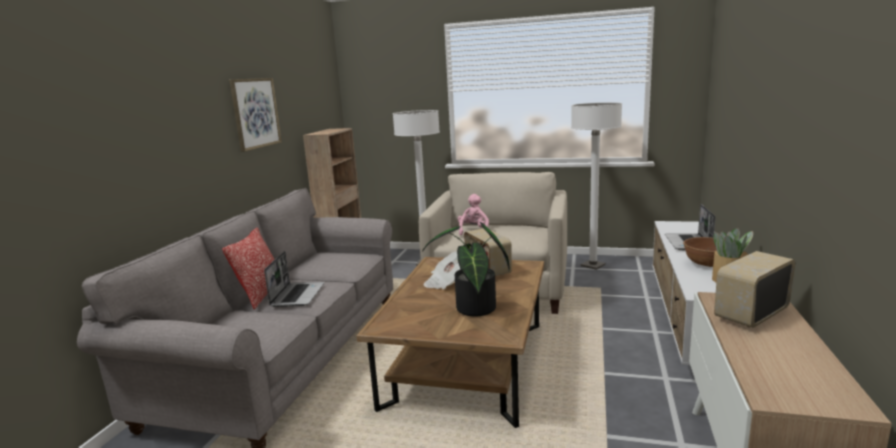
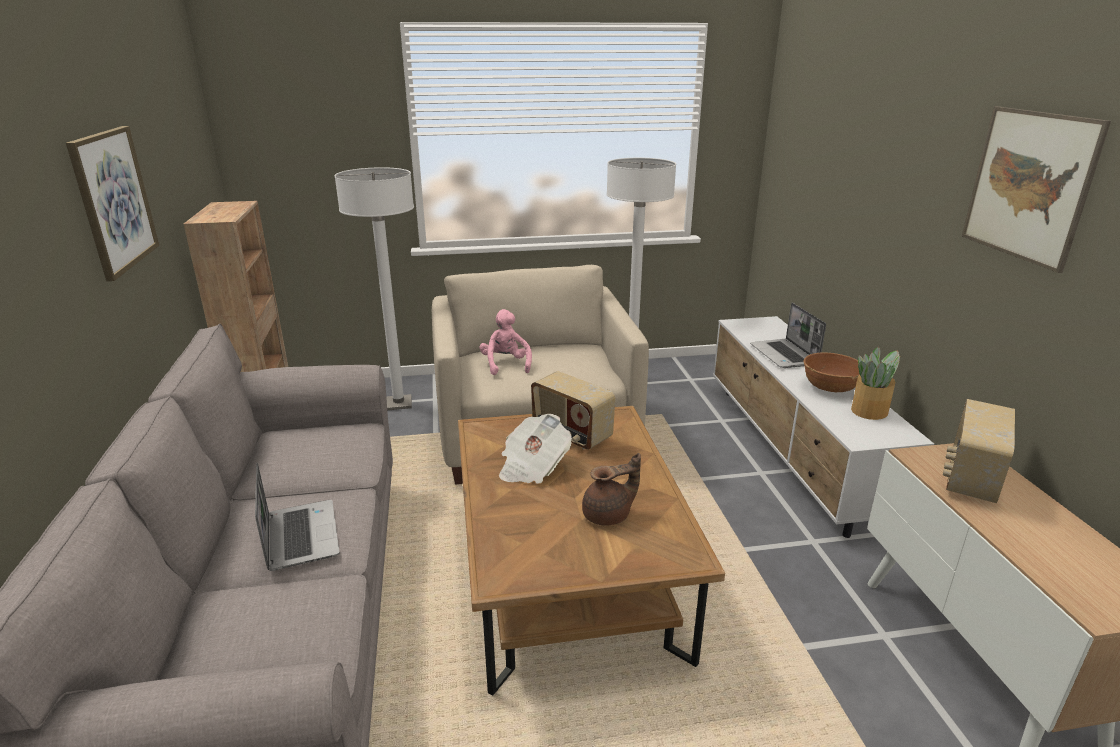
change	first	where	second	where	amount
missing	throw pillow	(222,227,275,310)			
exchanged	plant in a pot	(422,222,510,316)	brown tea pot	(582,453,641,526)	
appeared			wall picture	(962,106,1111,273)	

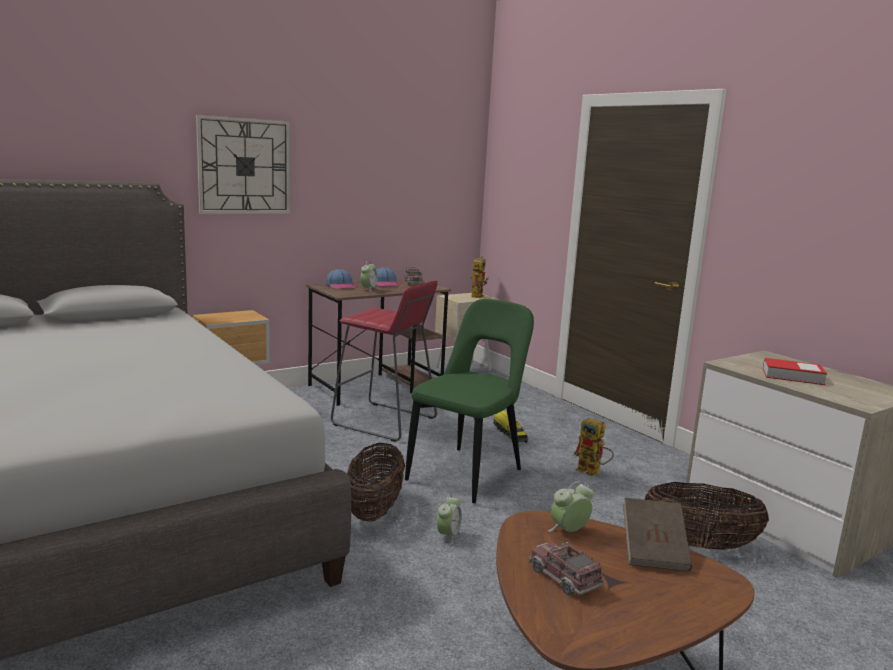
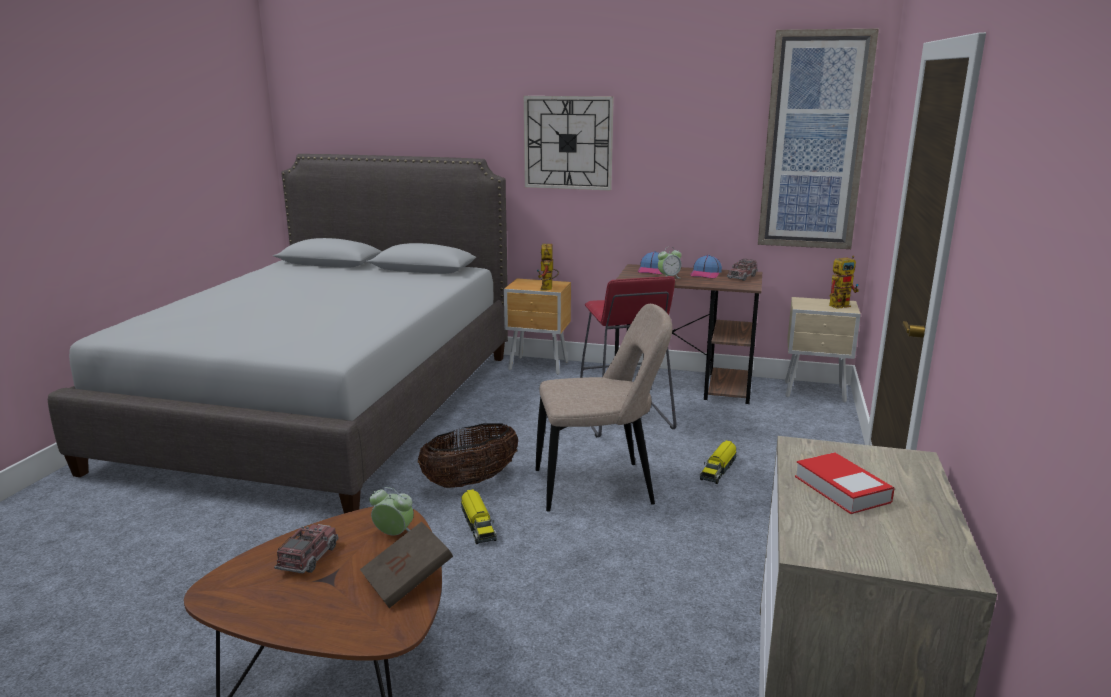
change	first	where	second	where	amount
colour	green-coloured upright chair	(405,299,534,503)	beige upright chair	(536,304,672,512)	
exchanged	alarm clock	(437,495,462,545)	toy truck	(461,489,497,544)	
relocated	toy robot	(573,418,614,476)		(537,244,559,291)	
missing	household basket	(644,482,769,550)			
appeared			wall picture	(758,29,879,249)	

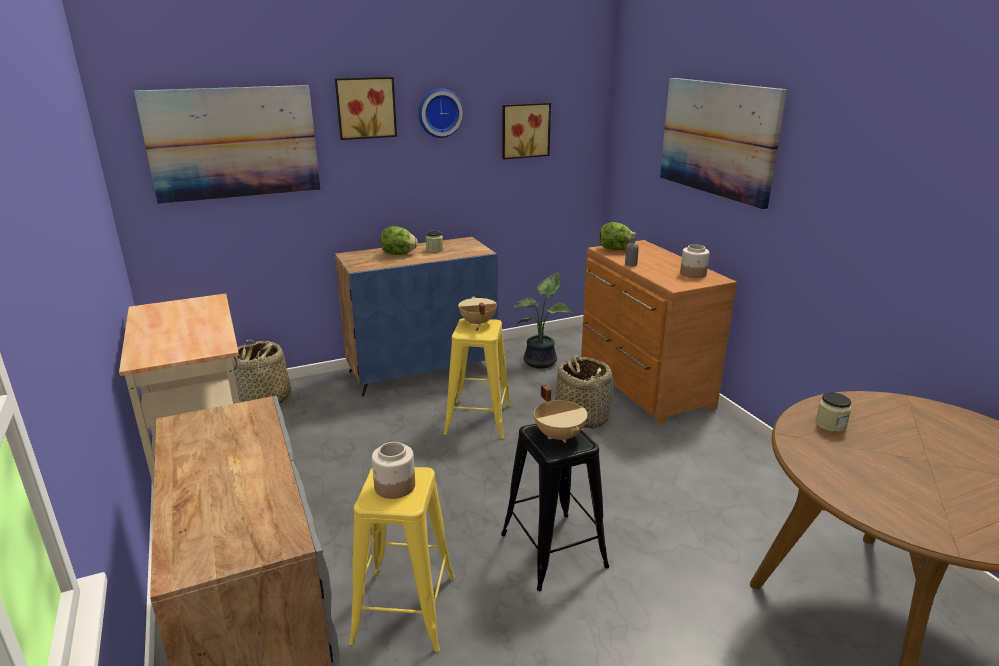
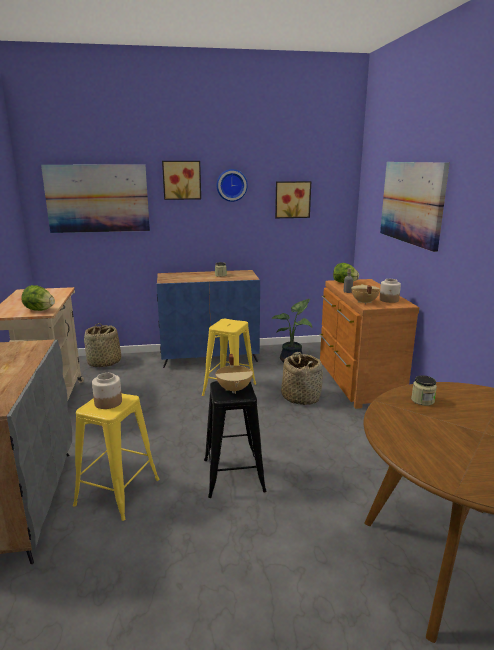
change	first	where	second	where	amount
relocated	lettuce	(381,226,418,255)		(21,285,55,311)	
relocated	beige stockpot	(458,296,497,326)		(351,284,380,304)	

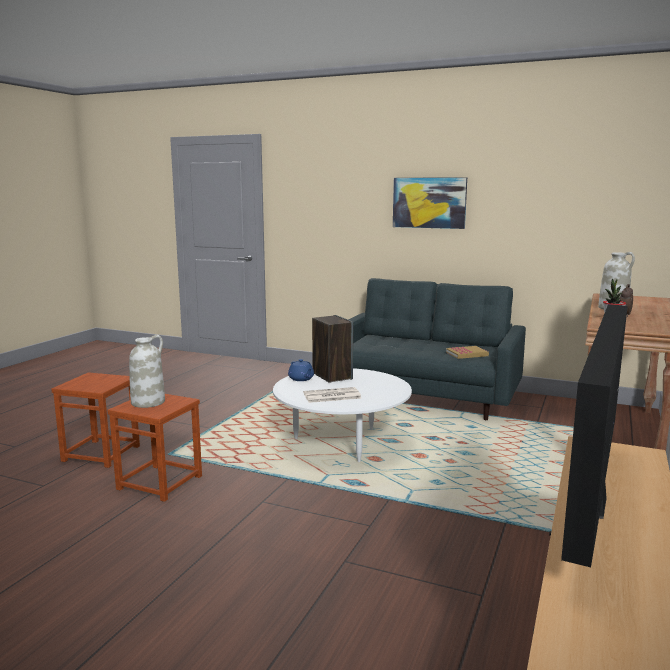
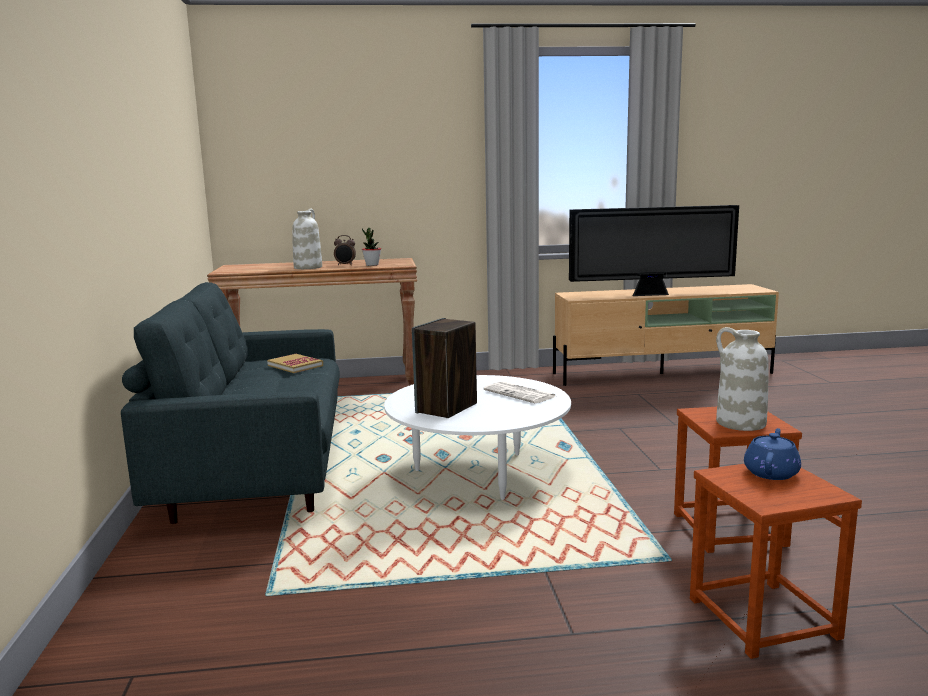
change	first	where	second	where	amount
relocated	blue tea pot	(288,359,314,381)		(744,428,801,480)	
missing	wall picture	(393,177,467,229)			

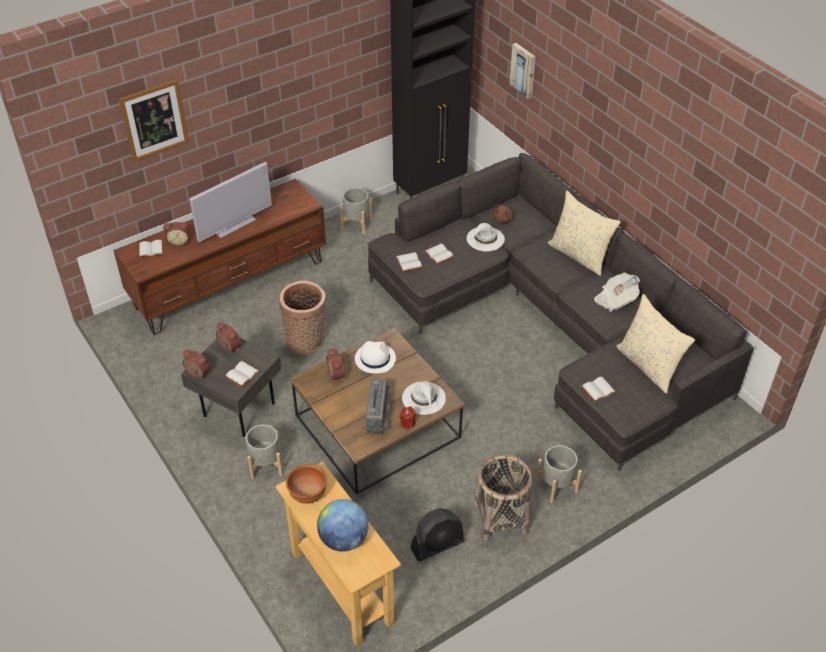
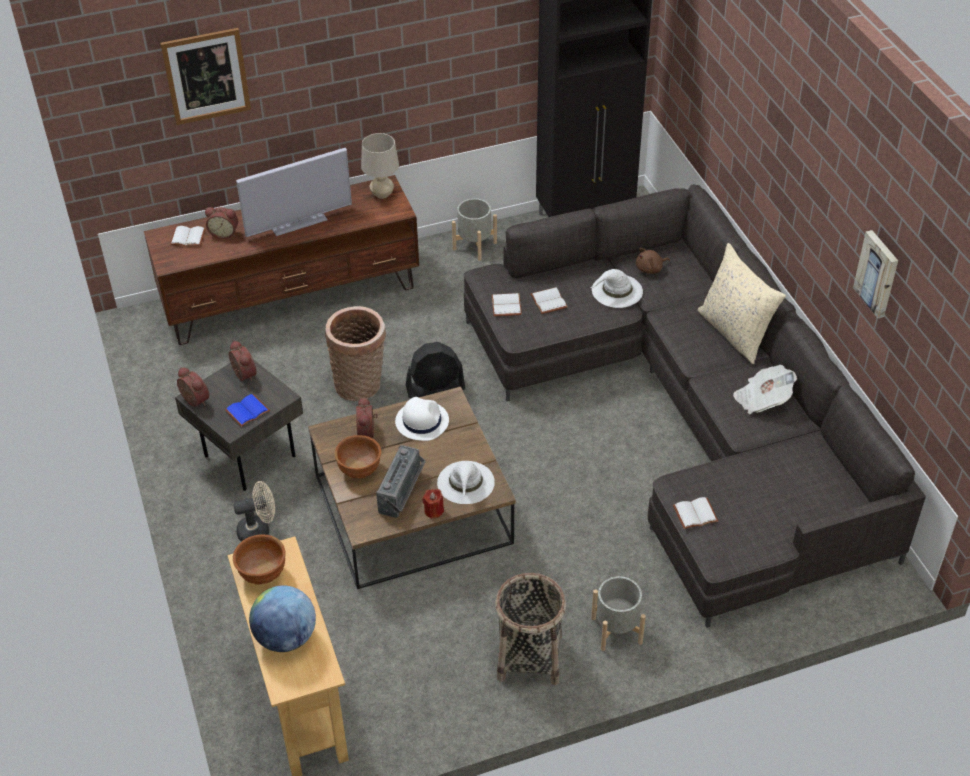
change	first	where	second	where	amount
colour	white-coloured bound book	(224,361,260,387)	blue bound book	(225,394,270,427)	
exchanged	grey plant pot	(246,424,283,479)	beige electric fan	(233,481,275,542)	
relocated	black electric fan	(410,508,465,561)		(406,342,465,398)	
relocated	wall picture	(509,43,536,99)		(853,230,898,318)	
missing	beige throw pillow	(617,294,695,393)			
appeared			brown deep dish	(335,435,381,478)	
appeared			beige table lamp	(361,133,399,199)	

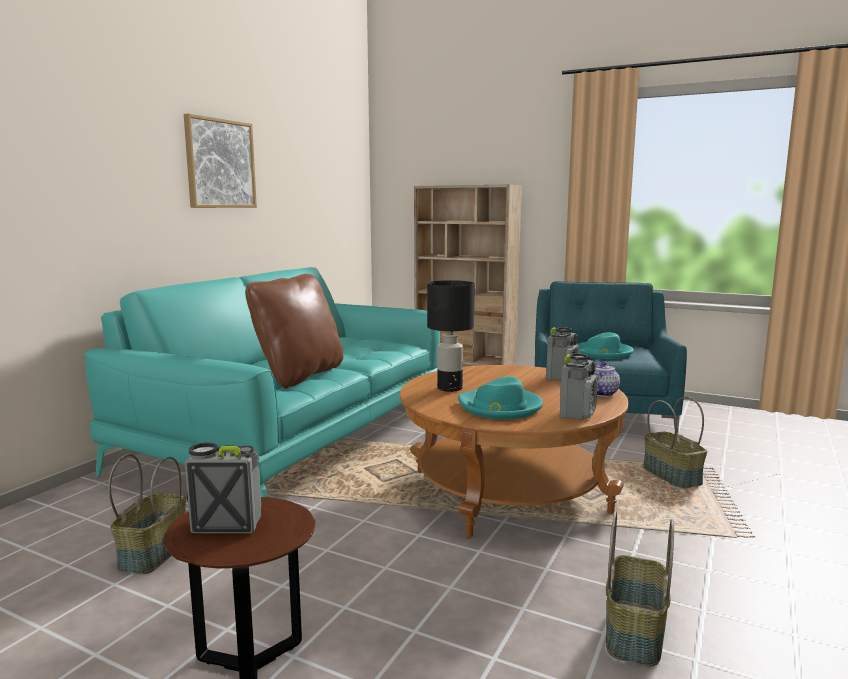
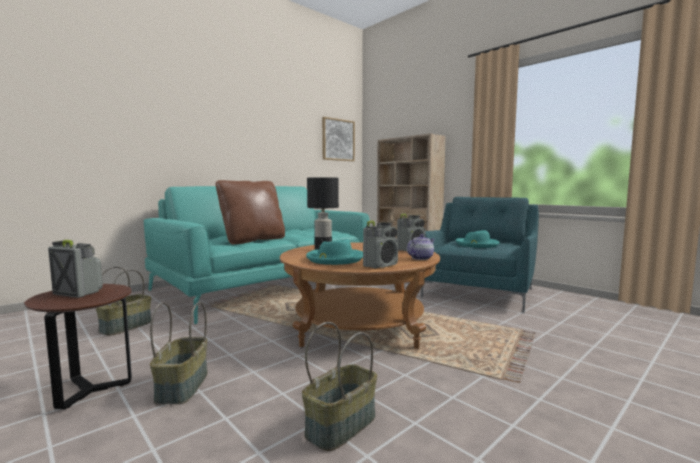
change	first	where	second	where	amount
relocated	wall picture	(184,114,257,208)		(322,117,355,161)	
relocated	household basket	(643,397,707,488)		(150,302,207,405)	

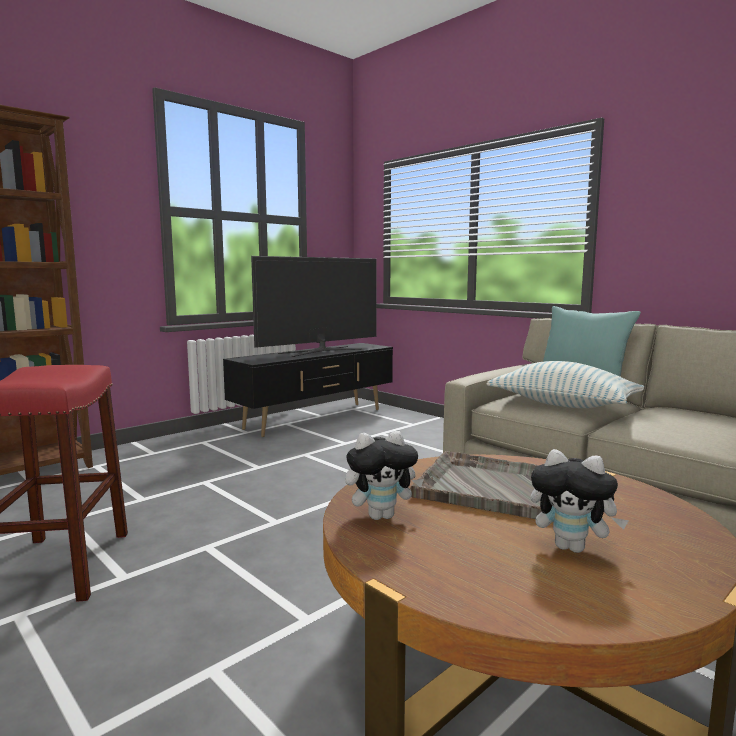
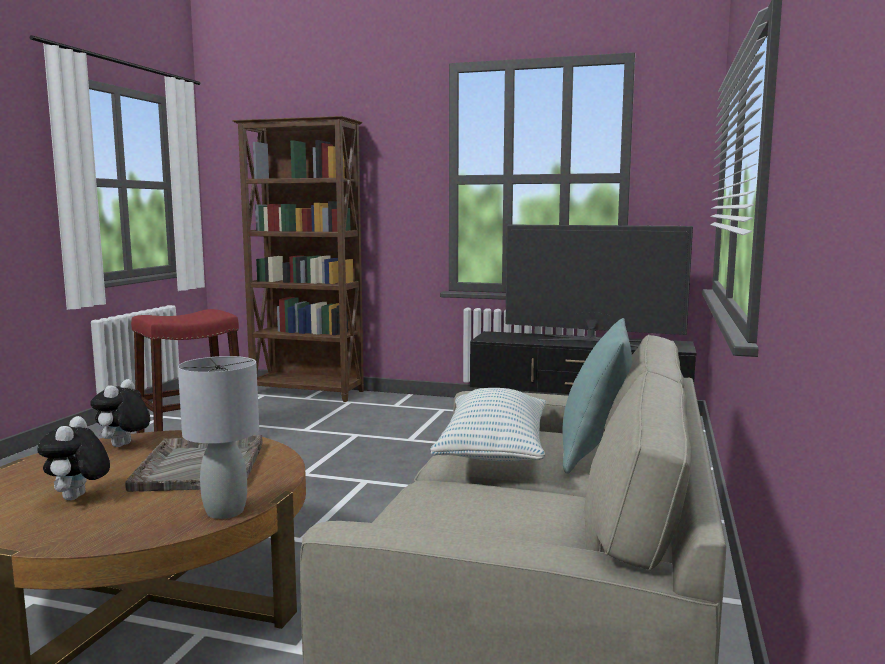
change	first	where	second	where	amount
spun	plush toy	(345,431,424,520)		(90,379,150,447)	60 degrees clockwise
appeared			grey table lamp	(178,356,259,519)	

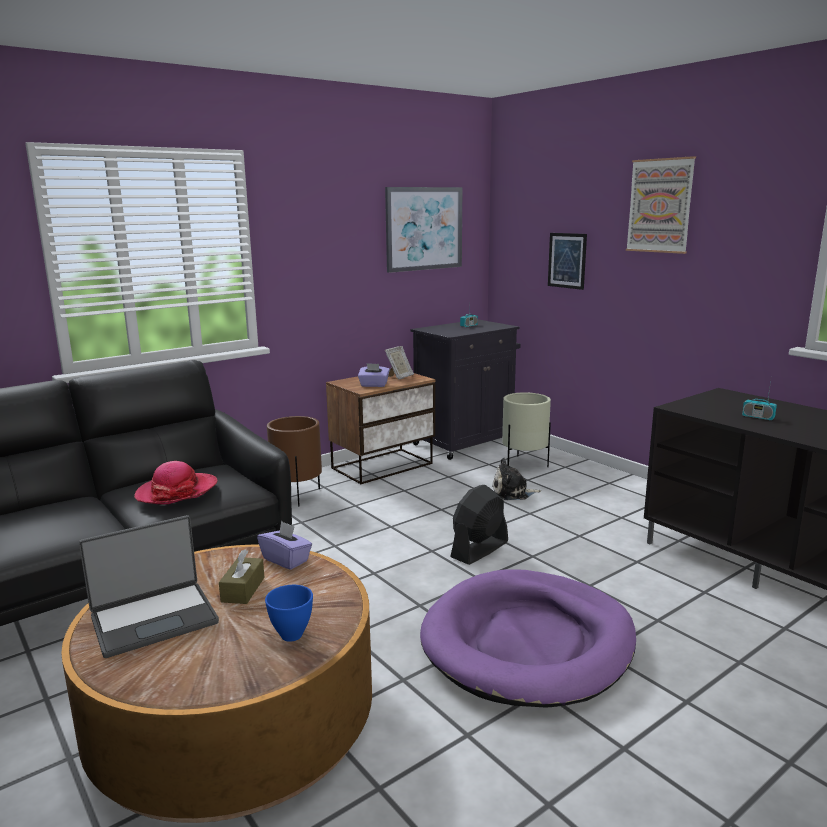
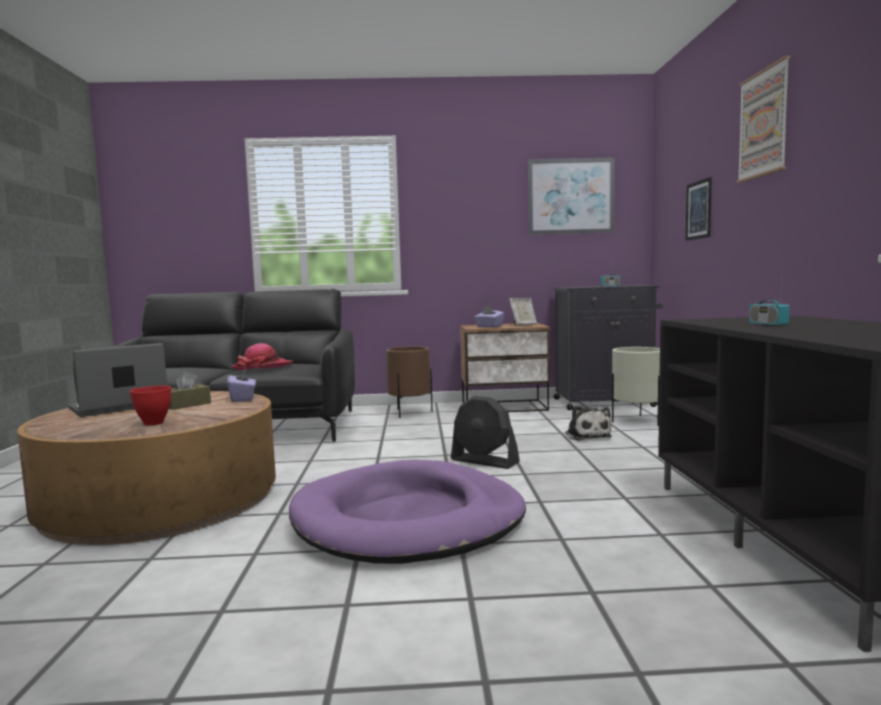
change	first	where	second	where	amount
spun	laptop	(79,515,219,658)		(68,343,167,417)	135 degrees clockwise
colour	blue deep dish	(265,585,313,642)	reddish deep dish	(130,386,172,426)	
spun	black electric fan	(450,485,508,565)		(451,396,520,469)	135 degrees counterclockwise
spun	plush toy	(492,458,541,500)		(565,406,612,441)	135 degrees counterclockwise

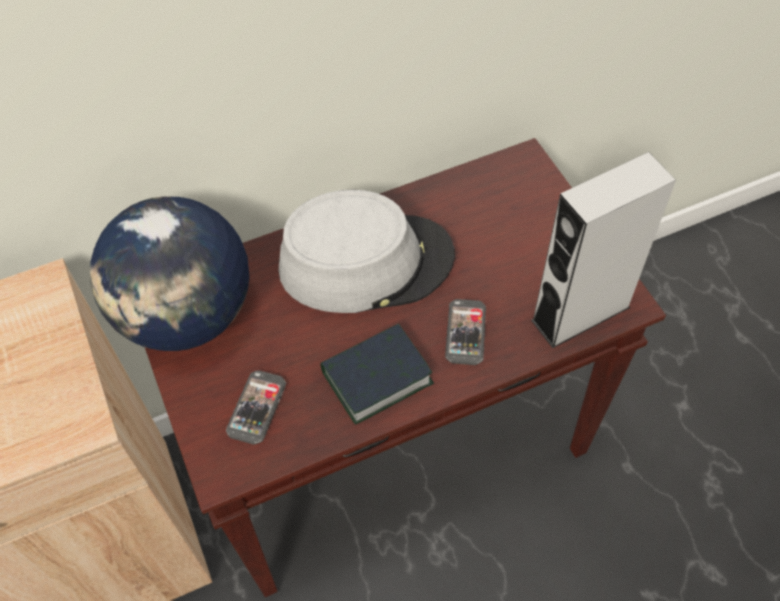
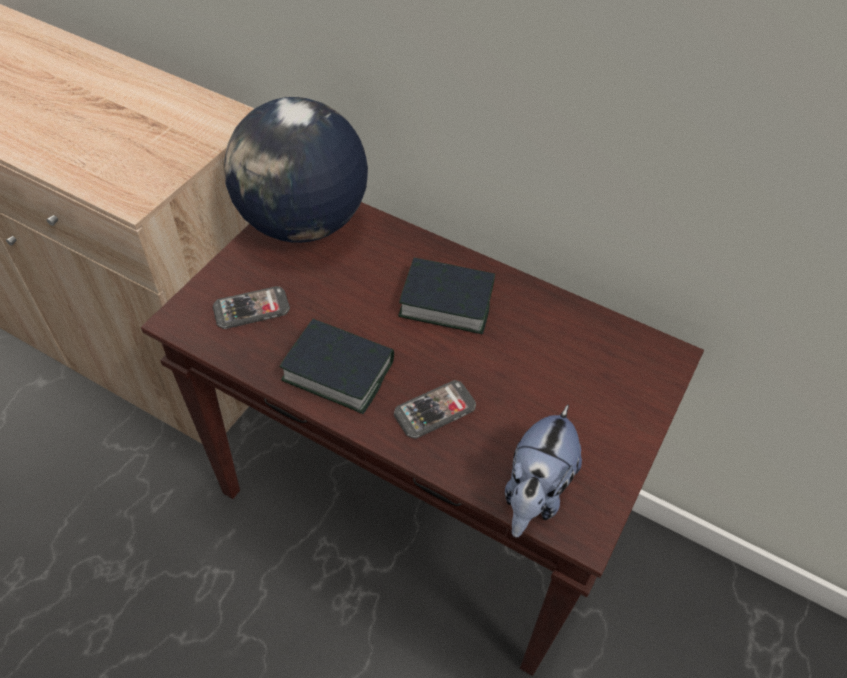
change	first	where	second	where	amount
exchanged	grey hat	(278,190,455,313)	bound book	(399,258,495,334)	
exchanged	grey audio speaker	(531,152,676,348)	plush toy	(505,404,582,538)	

